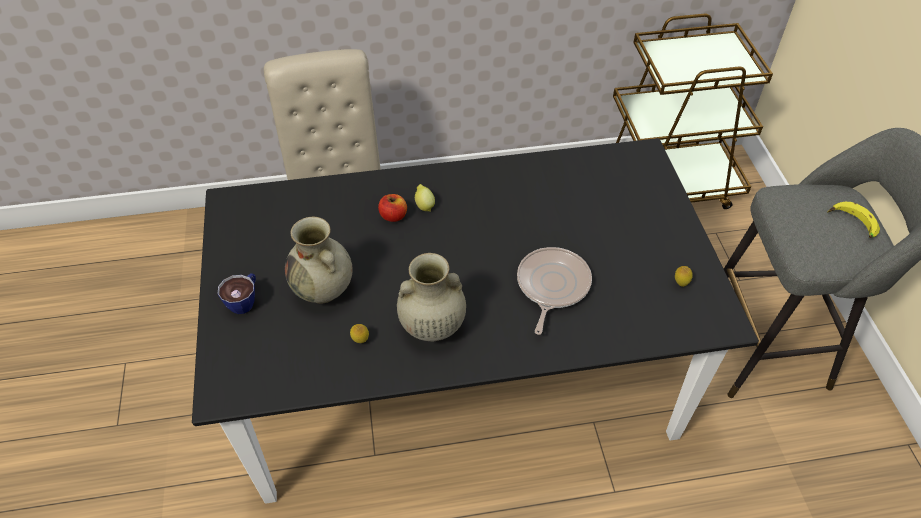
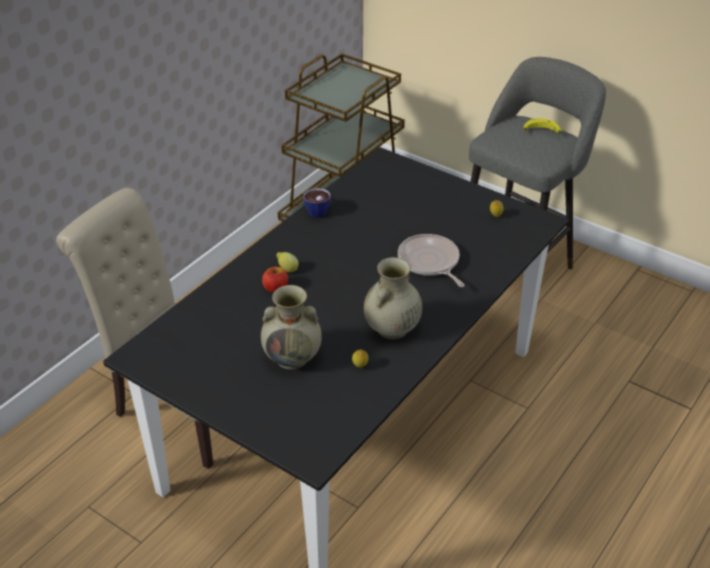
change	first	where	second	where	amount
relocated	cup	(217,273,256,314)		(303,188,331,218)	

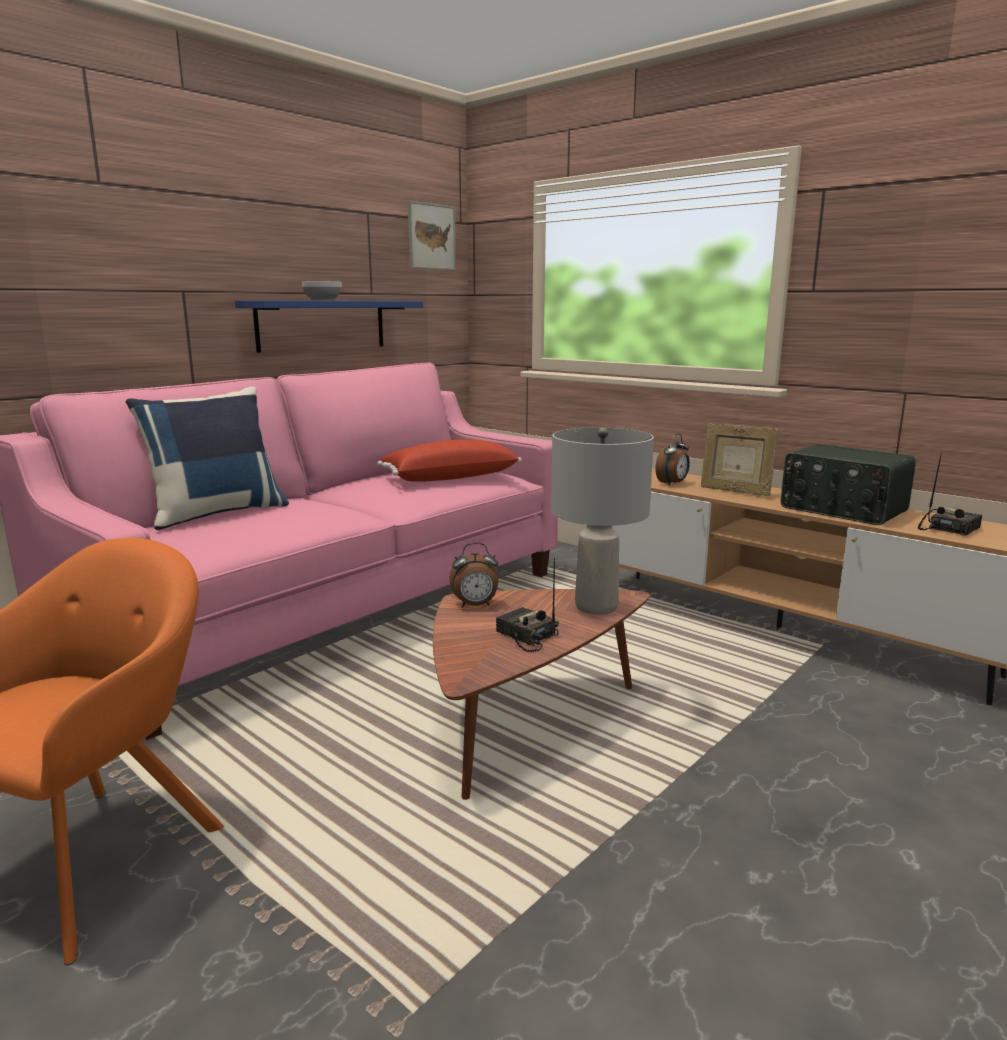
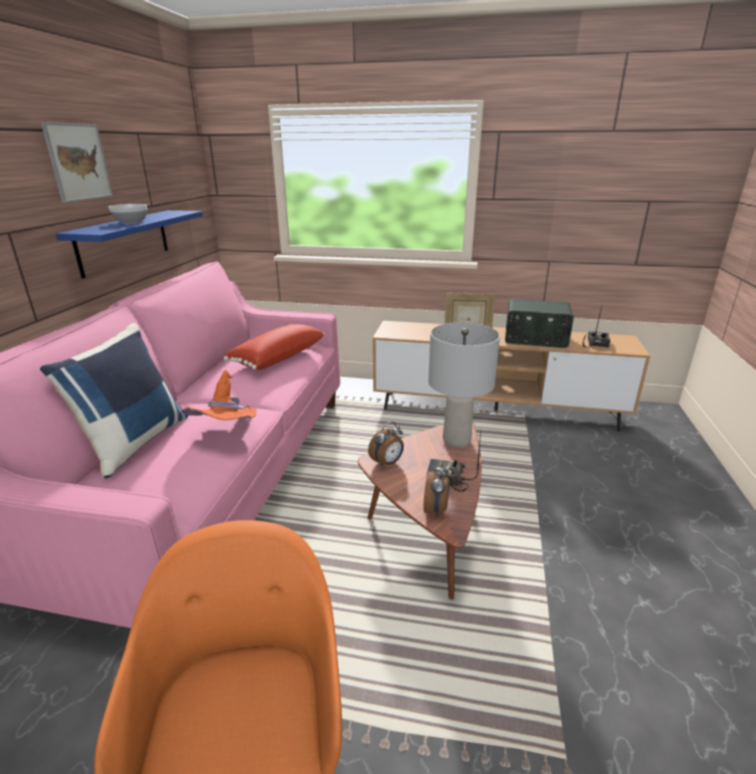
change	first	where	second	where	amount
relocated	wall picture	(408,201,456,270)		(41,122,113,203)	
relocated	alarm clock	(656,434,690,486)		(423,462,450,517)	
appeared			orange-coloured hat	(181,370,256,420)	

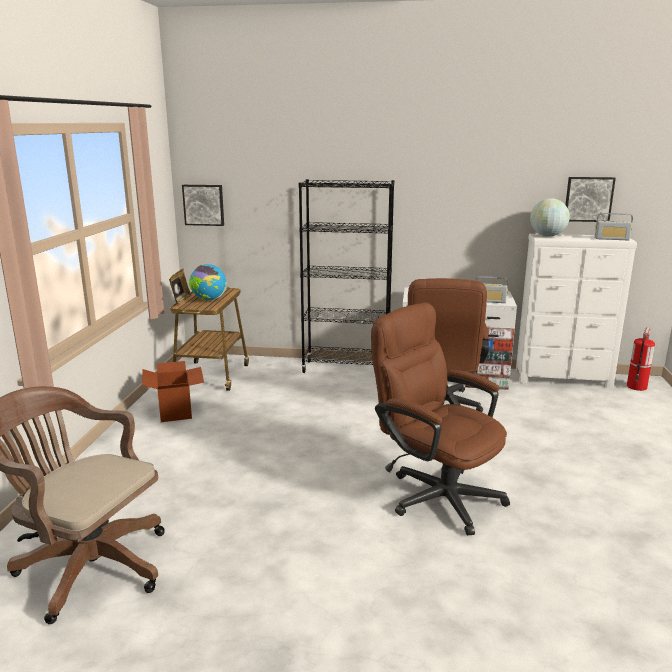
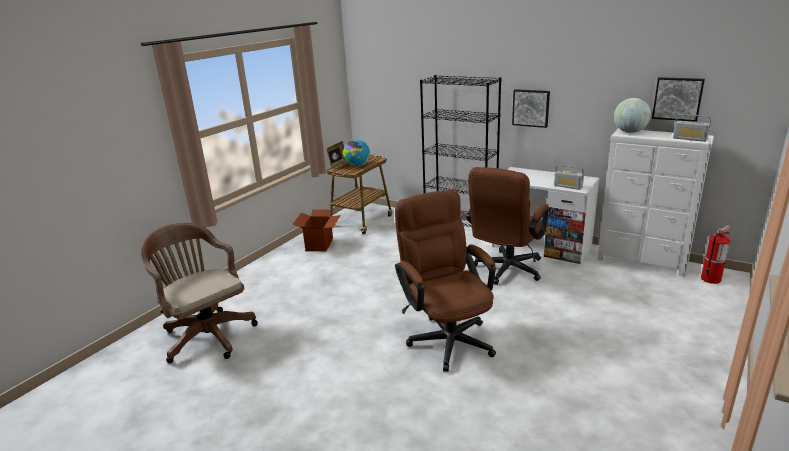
change	first	where	second	where	amount
relocated	wall picture	(182,185,224,226)		(512,89,550,128)	

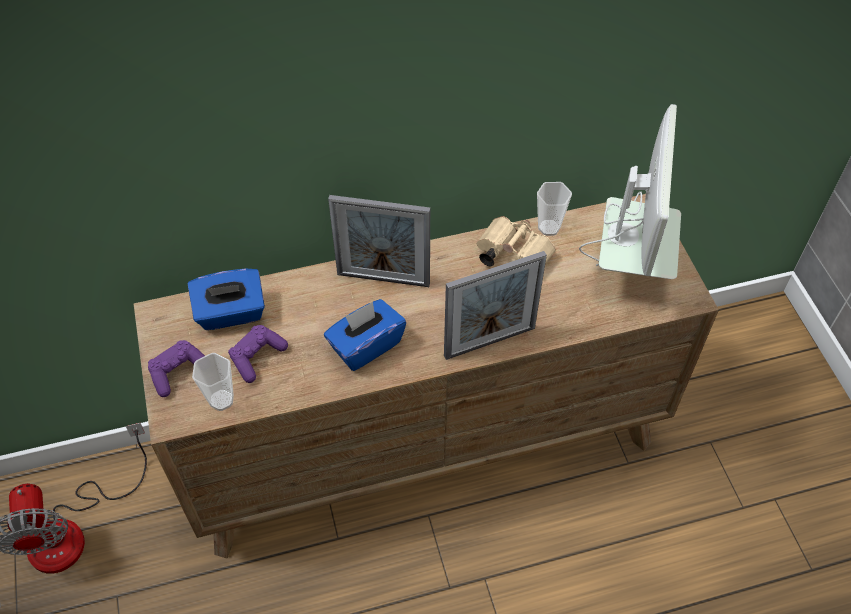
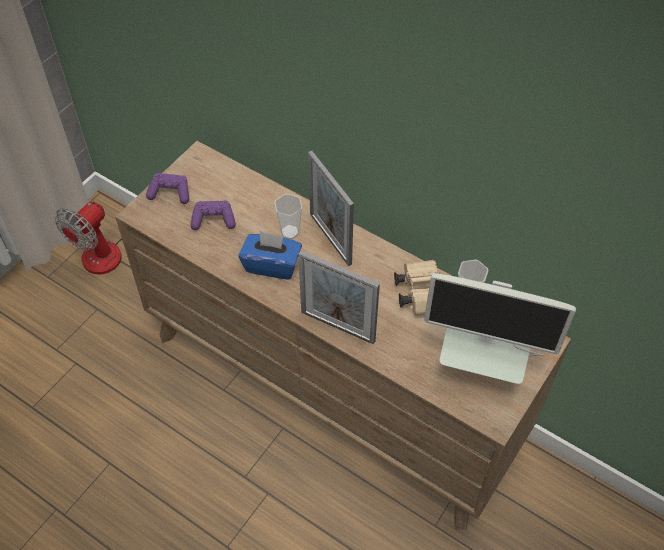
change	first	where	second	where	amount
missing	blue tissue box	(188,269,265,330)			
relocated	cup	(192,353,234,411)		(274,194,303,239)	
spun	computer screen	(579,104,681,279)		(424,273,576,384)	45 degrees clockwise

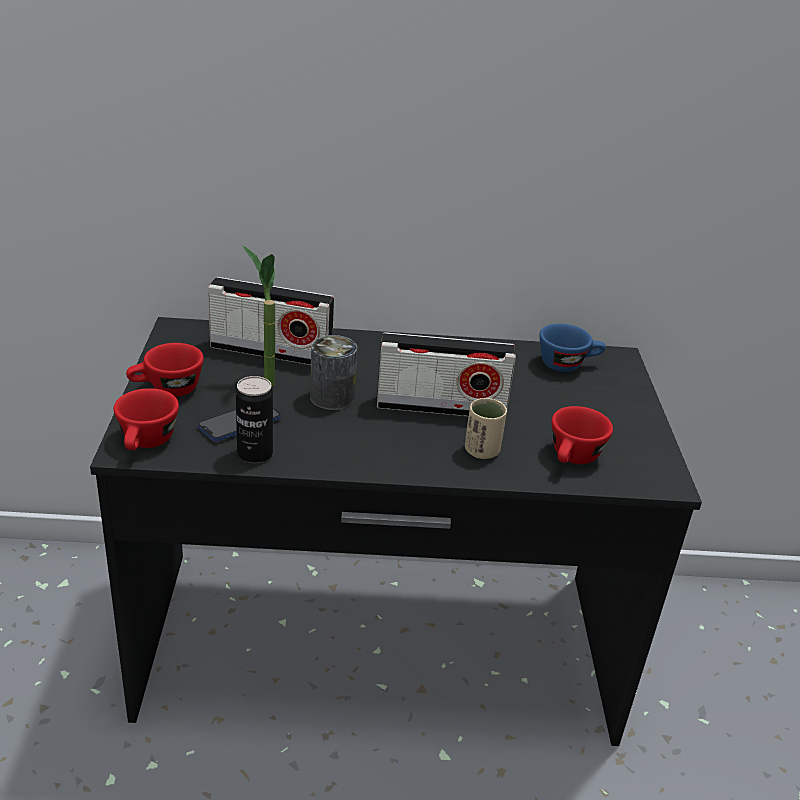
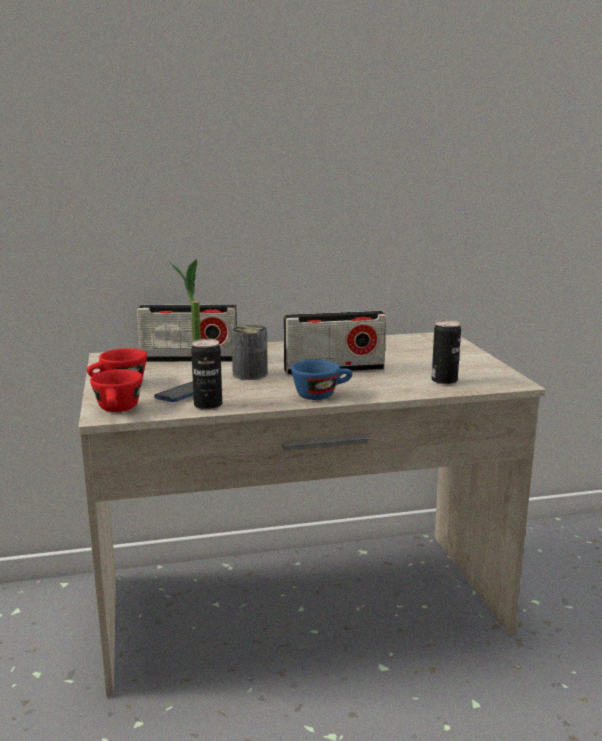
change	first	where	second	where	amount
colour	black desk	(90,317,702,746)	beige desk	(78,332,546,698)	
missing	beige cup	(465,398,507,459)			
relocated	blue cup	(539,324,606,372)		(291,359,353,400)	
exchanged	reddish cup	(552,406,613,464)	sealed can	(431,320,461,385)	

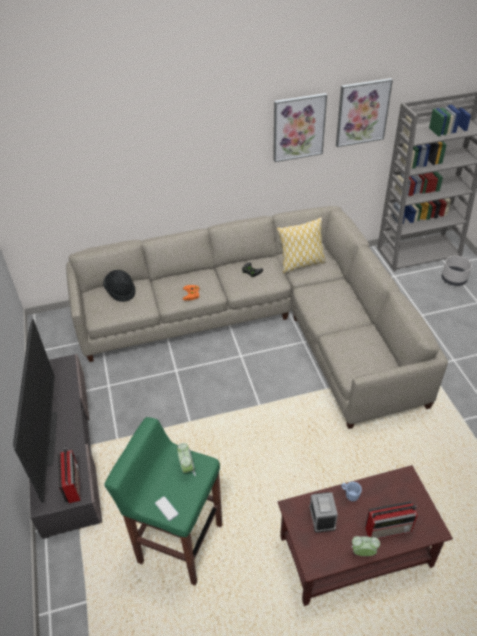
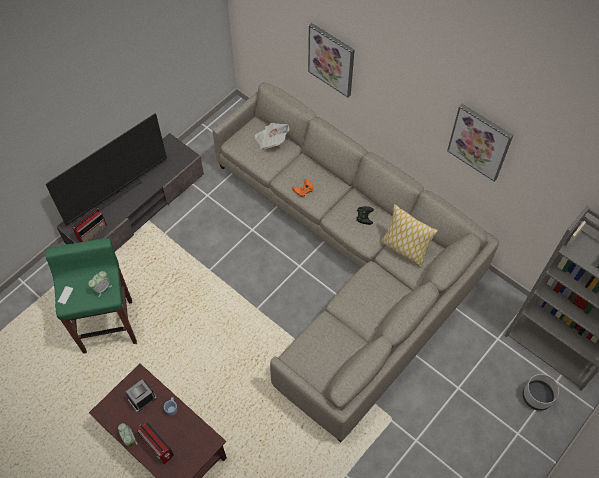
change	first	where	second	where	amount
exchanged	black hat	(103,270,135,302)	printed paper	(255,123,289,150)	
relocated	wall picture	(336,78,393,147)		(308,23,355,98)	

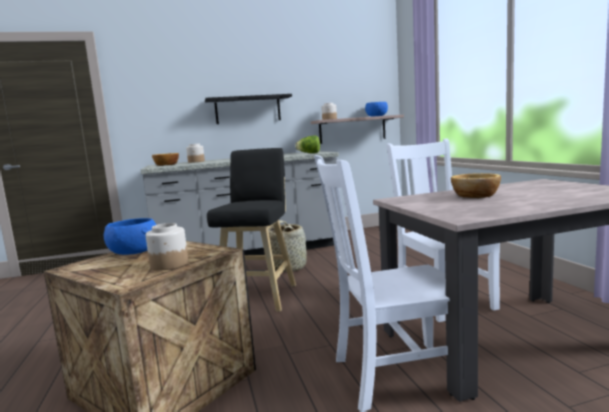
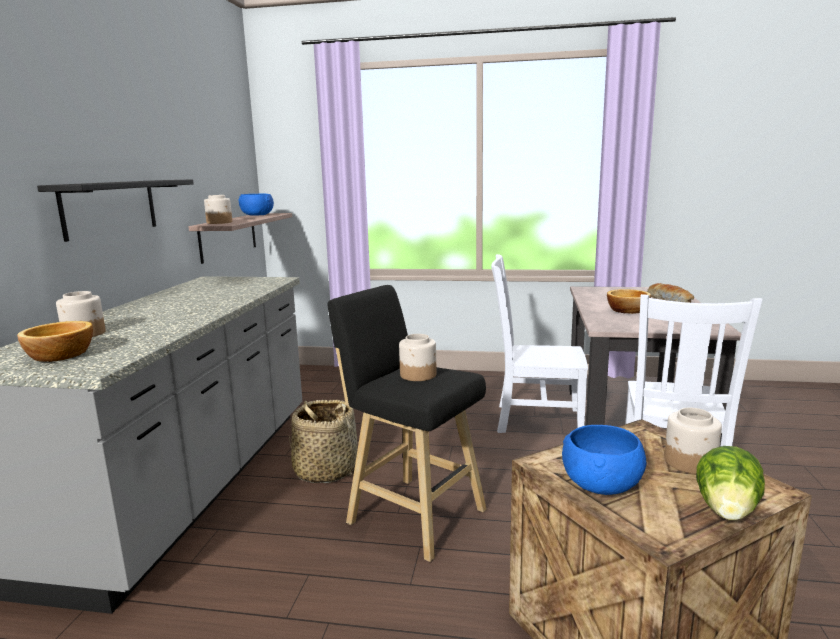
change	first	where	second	where	amount
relocated	lettuce	(295,136,320,153)		(696,446,765,521)	
appeared			storage jar	(399,334,436,381)	
appeared			bread	(647,283,694,303)	

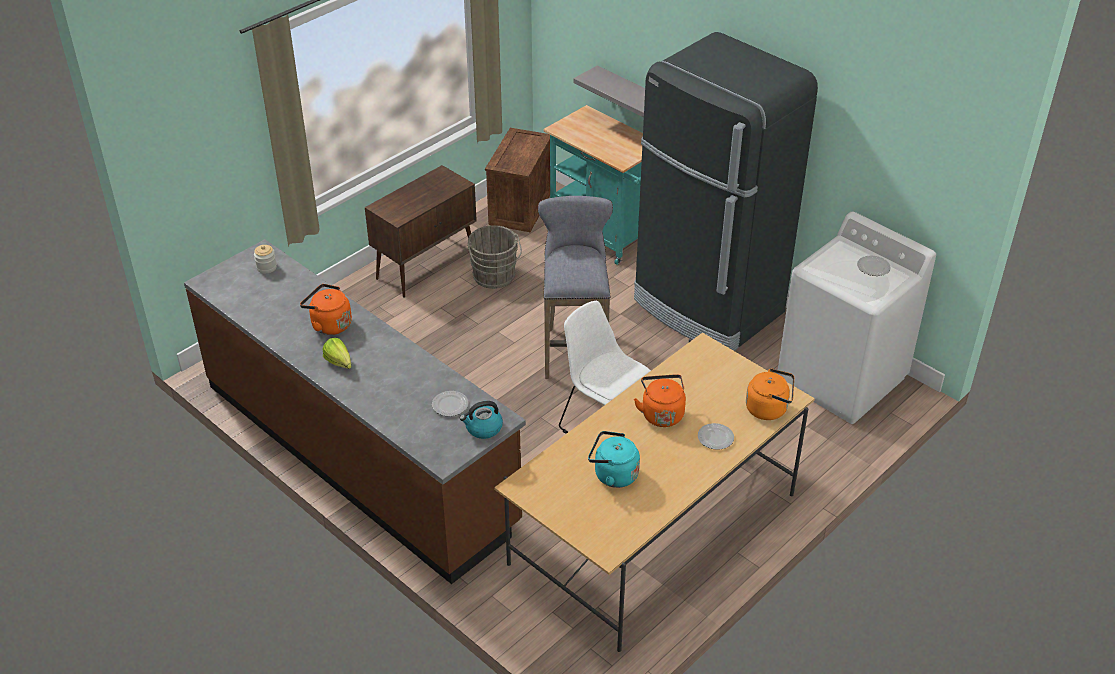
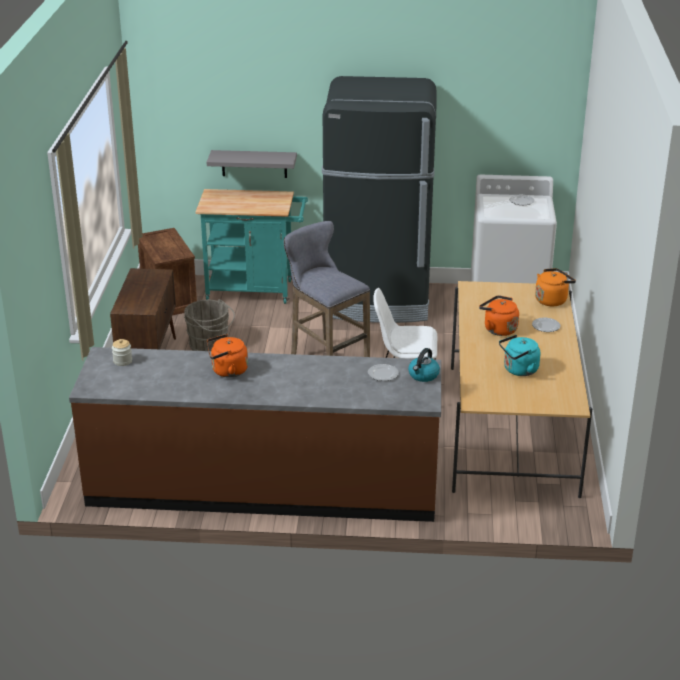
change	first	where	second	where	amount
missing	lettuce	(323,338,351,369)			

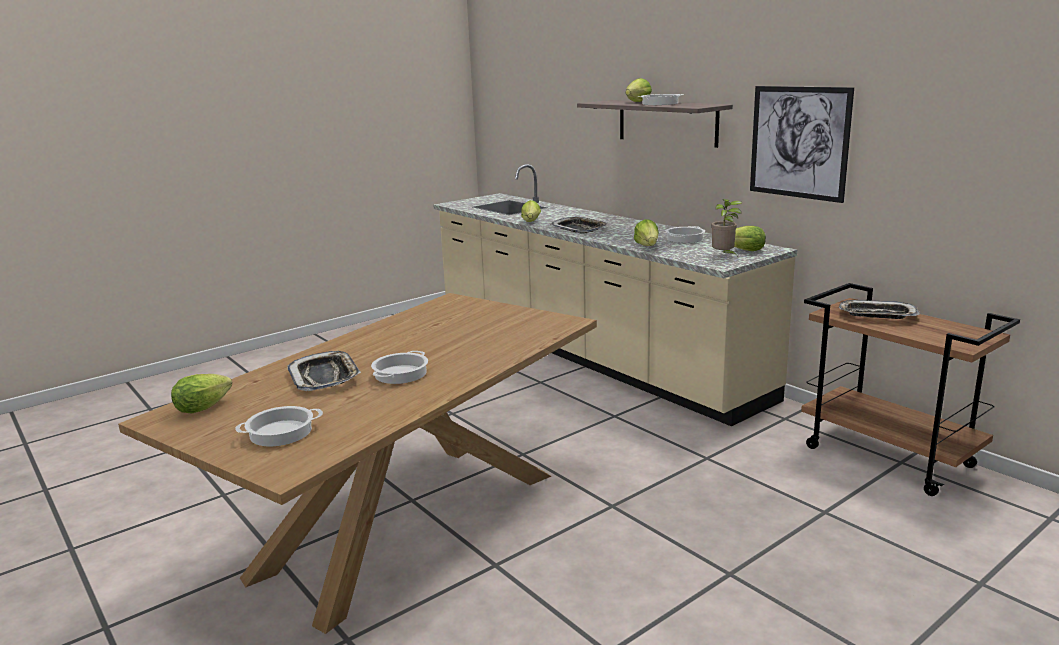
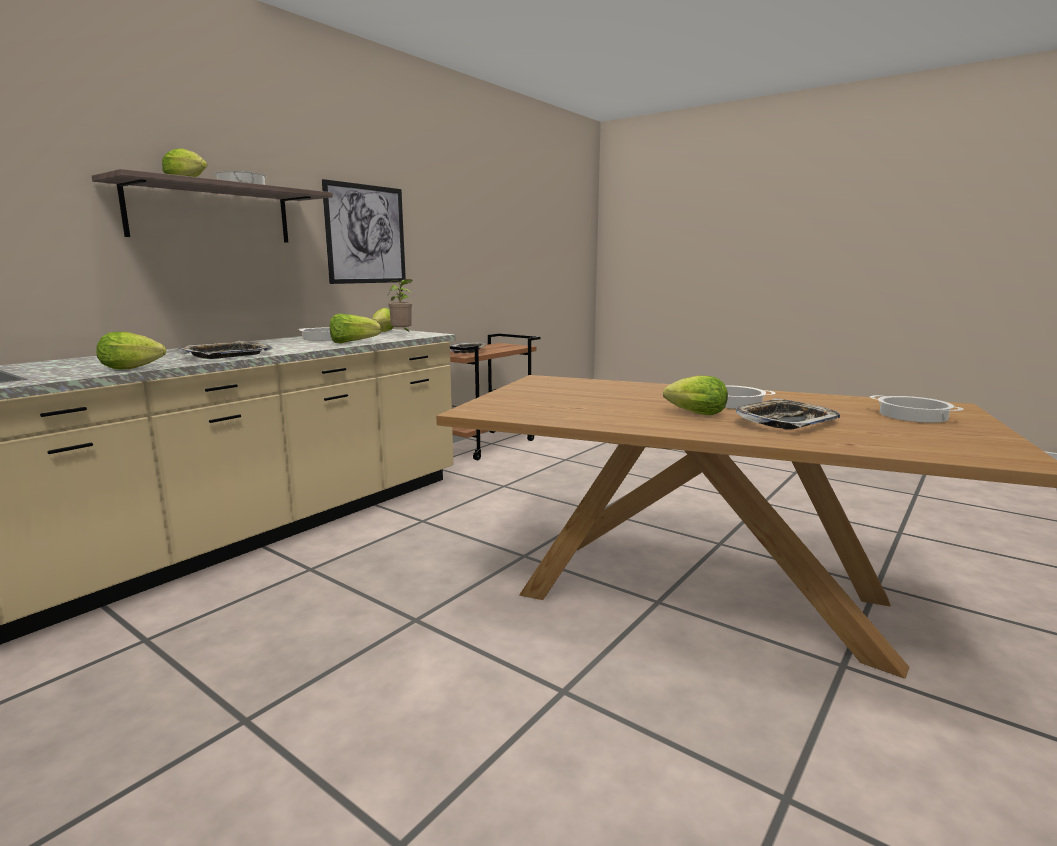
change	first	where	second	where	amount
relocated	lettuce	(171,374,232,413)		(663,375,728,415)	

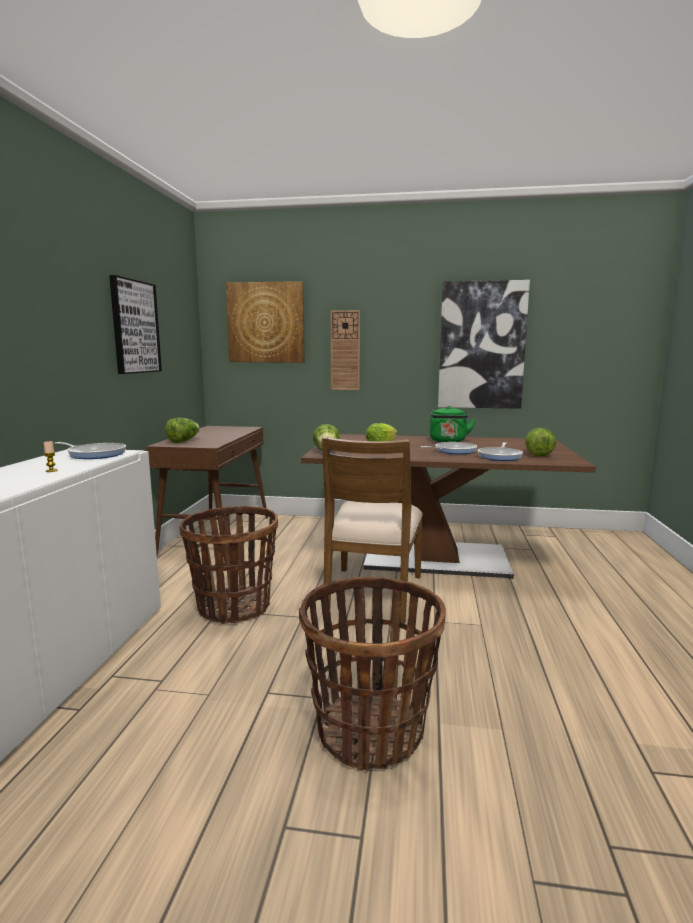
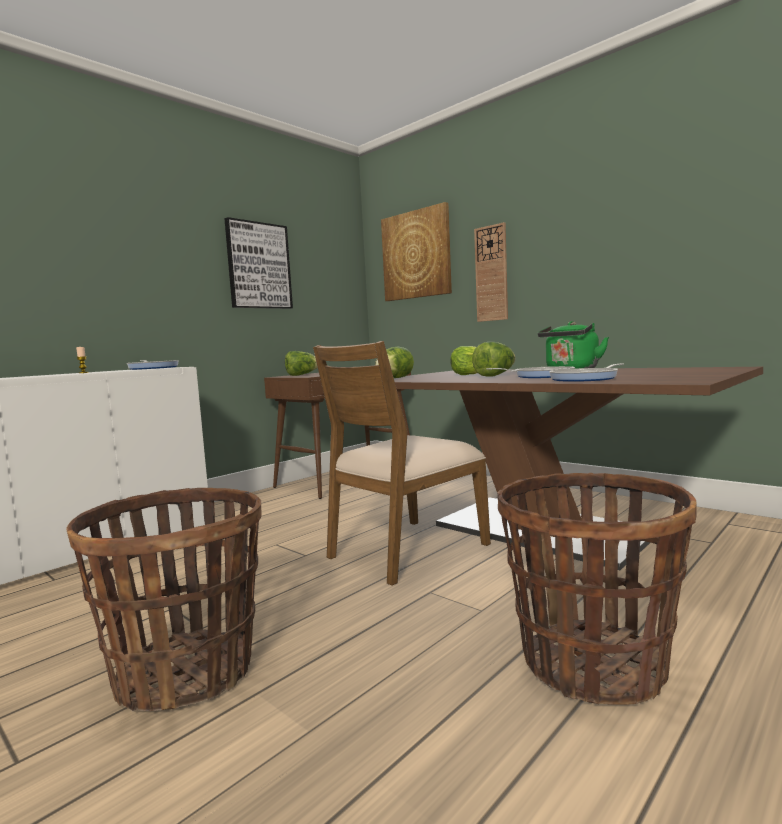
change	first	where	second	where	amount
relocated	household basket	(179,506,278,624)		(497,473,697,705)	
missing	wall picture	(438,280,530,409)			
relocated	lettuce	(525,428,556,457)		(472,342,515,377)	

